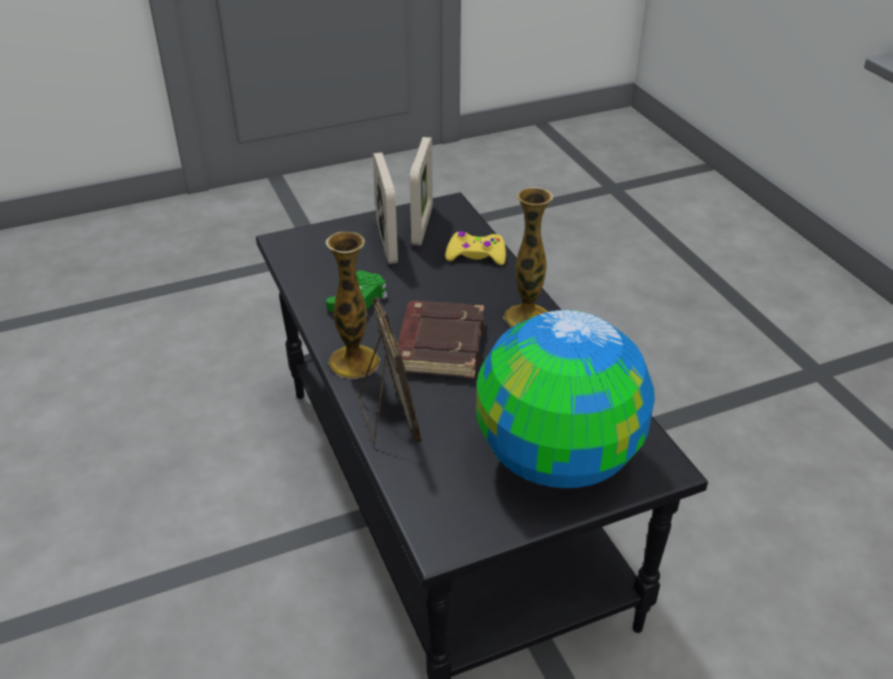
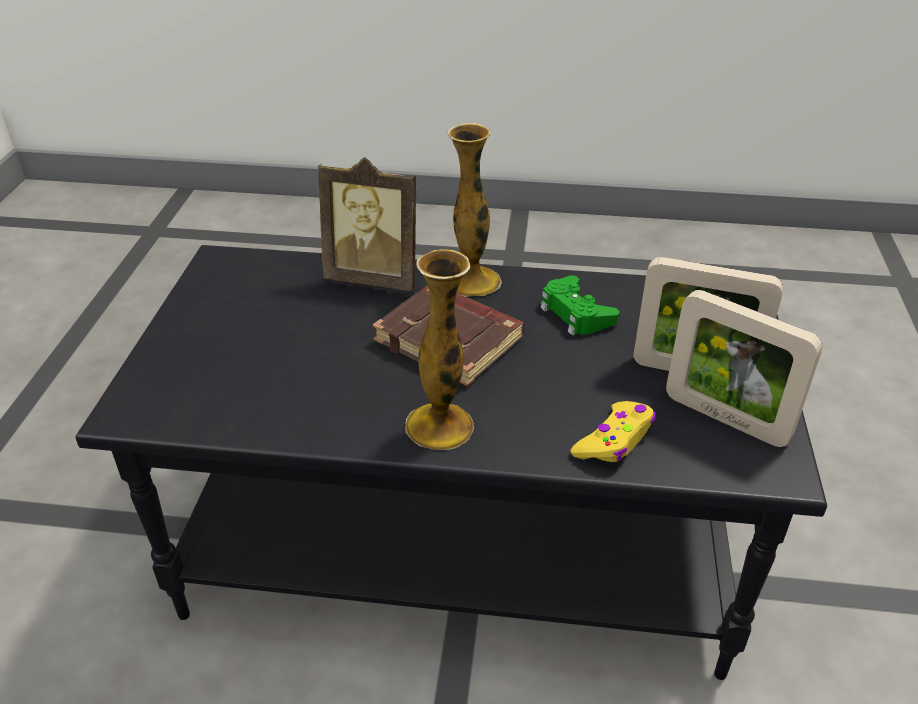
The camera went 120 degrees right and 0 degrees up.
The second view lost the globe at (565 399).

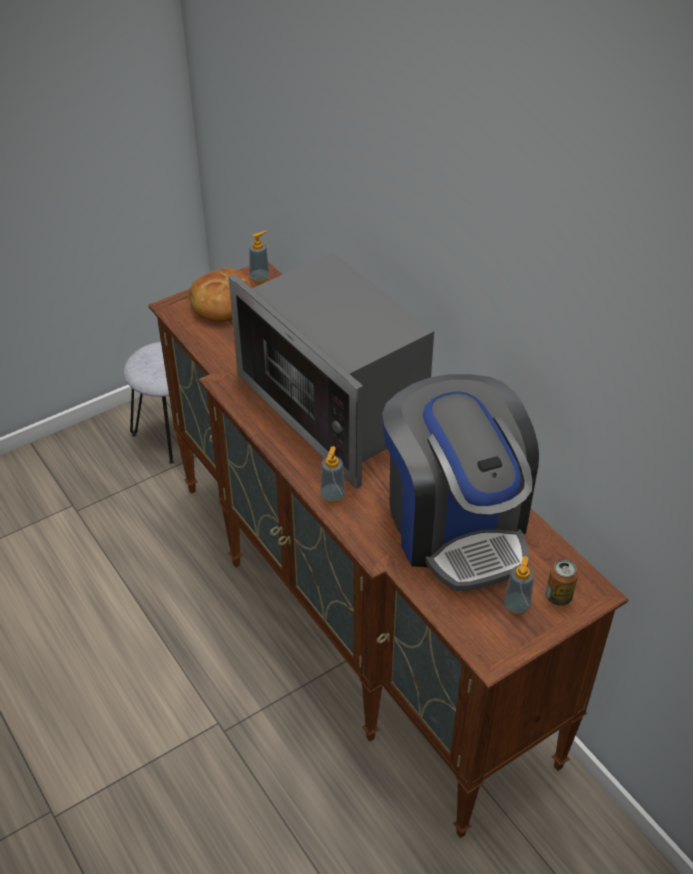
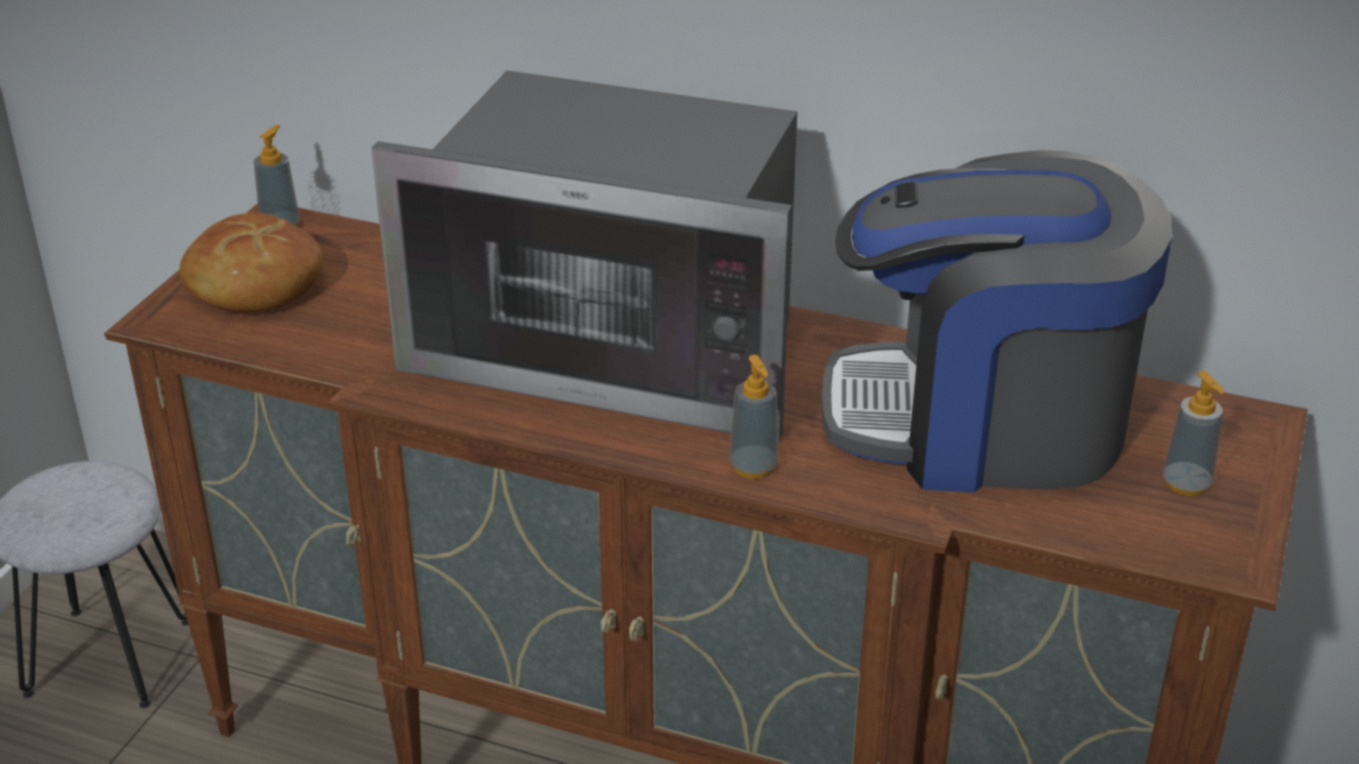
The camera went 35 degrees left and 10 degrees down.
The coffee machine at (460 482) ended up facing another way, 150 degrees clockwise from before.
The second view lost the can at (562 582).

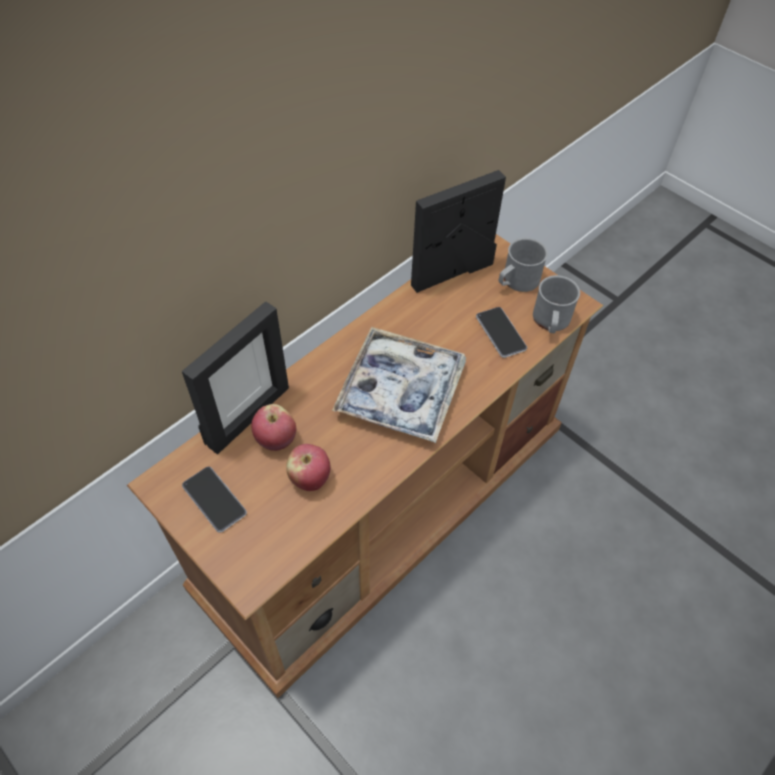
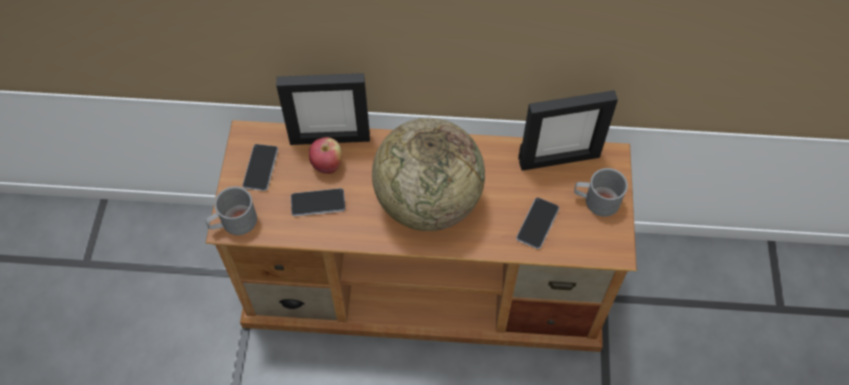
The camera went 50 degrees right and 5 degrees up.
The grey mug ended up elsewhere, having gone from (556 304) to (231 210).
Where the apple stood at (308 467), the phone came to stand at (318 202).
Where the tray stood at (399 385), the globe came to stand at (428 174).
The picture frame at (458 231) ended up facing another way, 150 degrees clockwise from before.

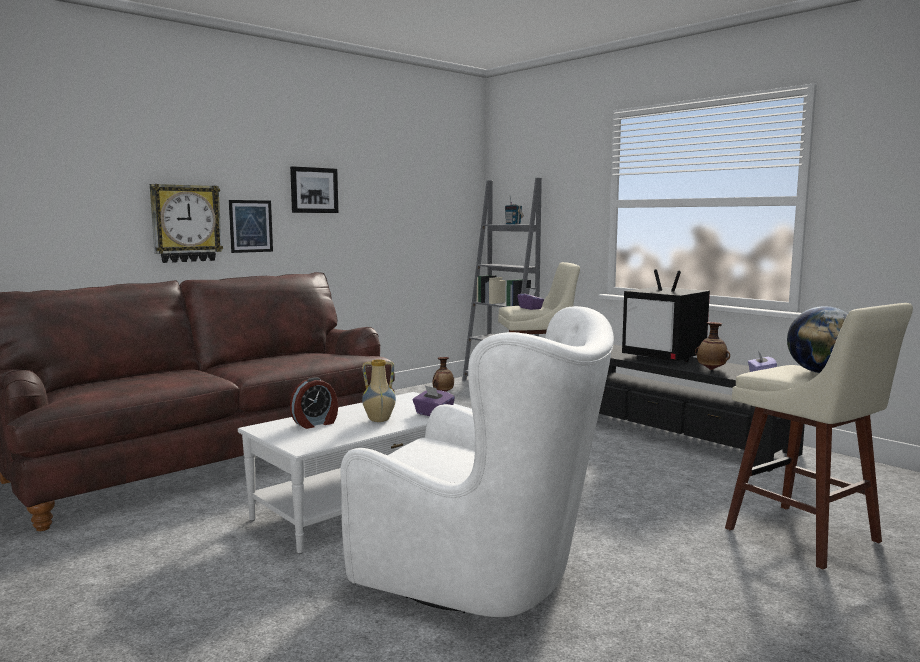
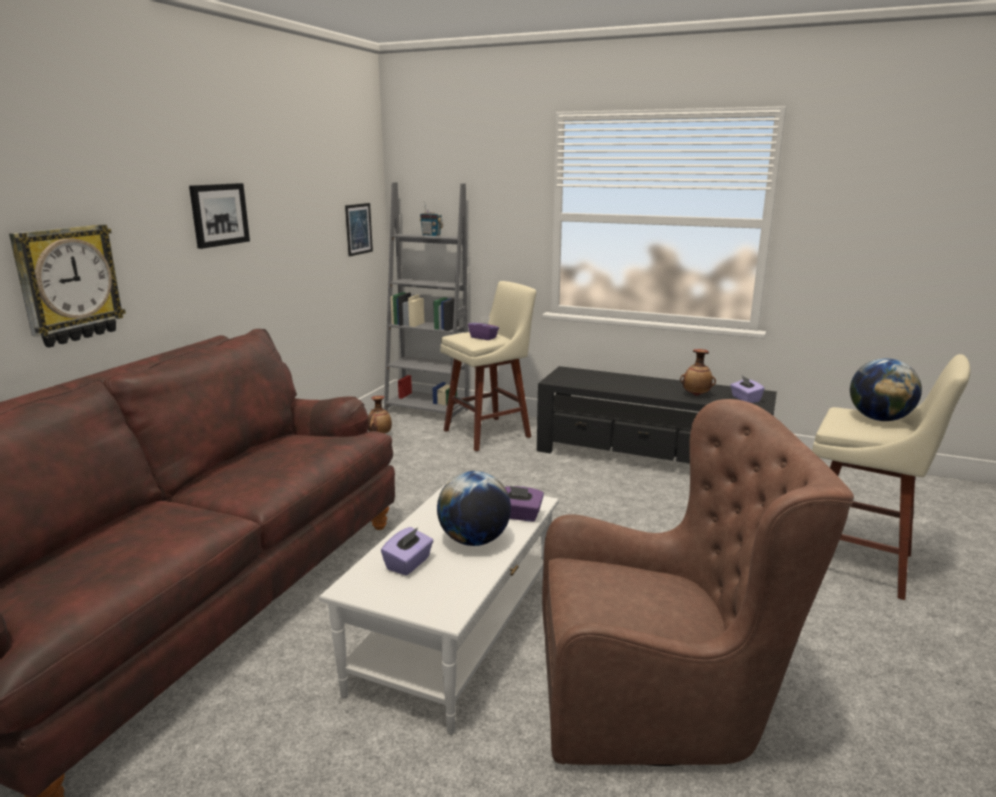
The camera went 25 degrees left and 10 degrees up.
The picture ended up elsewhere, having gone from (251 226) to (359 230).
Where the alarm clock stood at (314 403), the purple tissue box came to stand at (407 551).
Where the vase stood at (379 390), the globe came to stand at (474 508).
What was the white armchair at (477 461) turned into the brown armchair at (698 582).
The second view lost the television at (666 315).

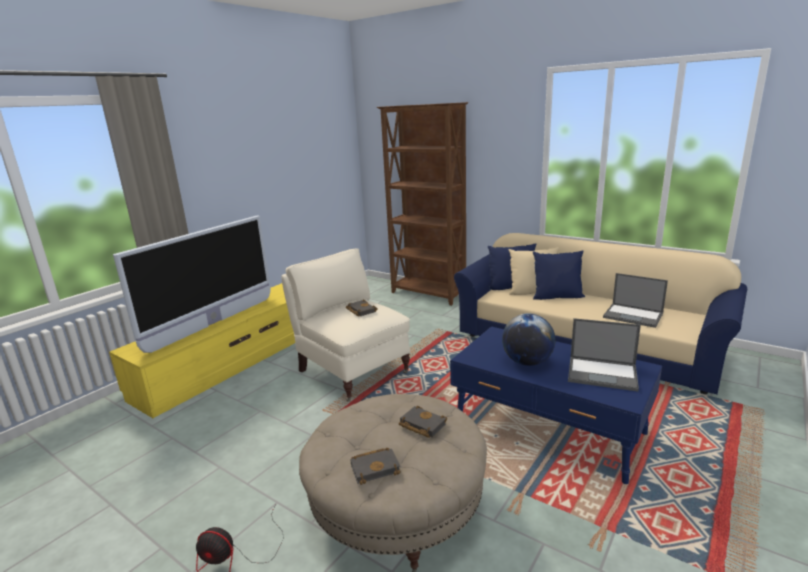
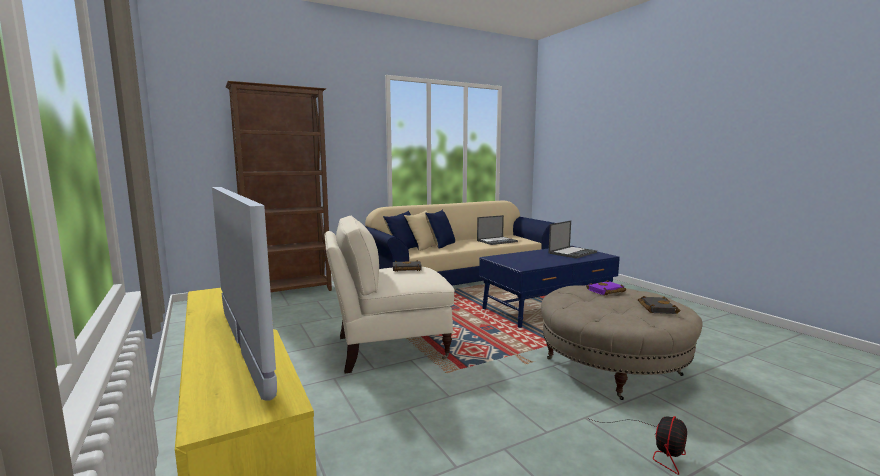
The camera went 65 degrees left and 10 degrees down.
What was the black book at (423 422) turned into the purple book at (606 288).
The second view lost the globe at (528 339).

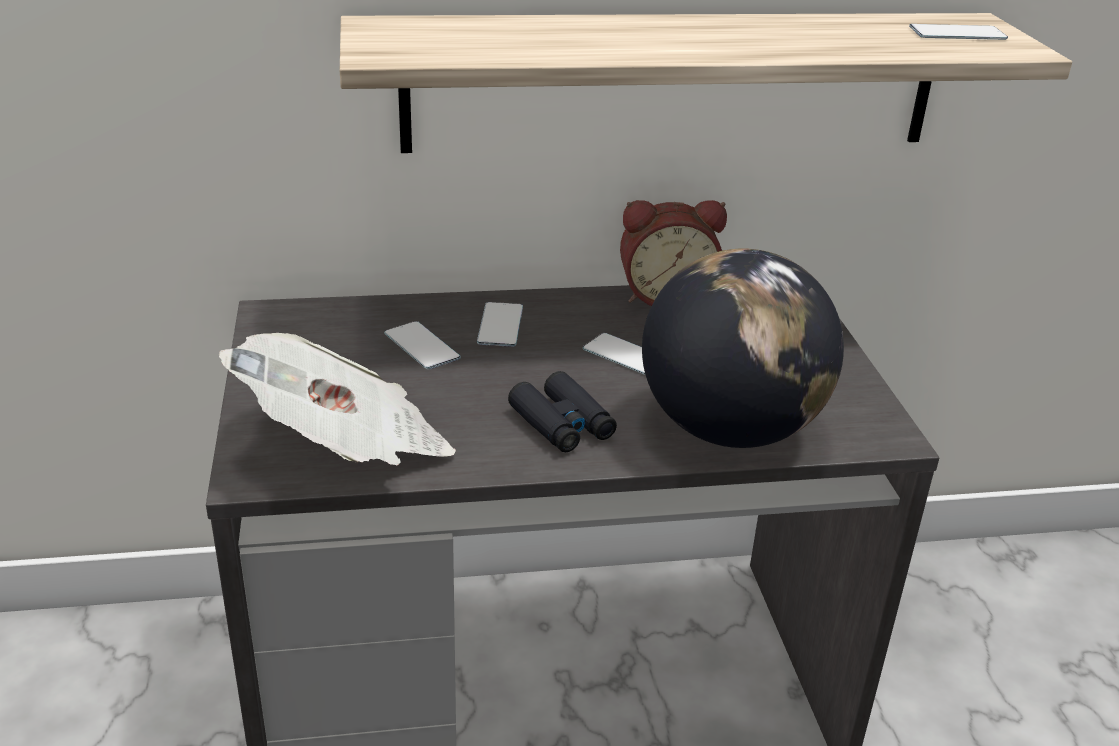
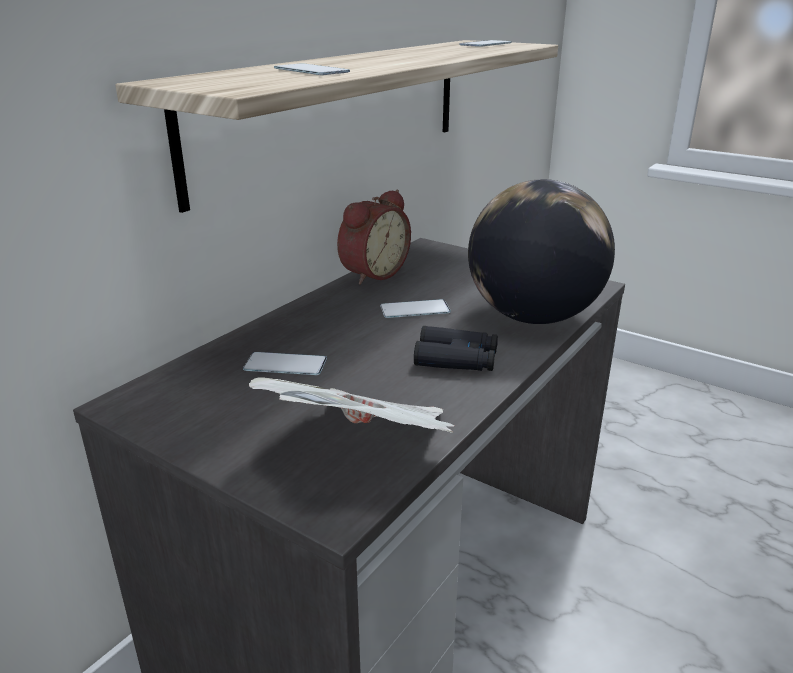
The camera went 45 degrees left and 5 degrees down.
The phone ended up elsewhere, having gone from (500 324) to (312 69).

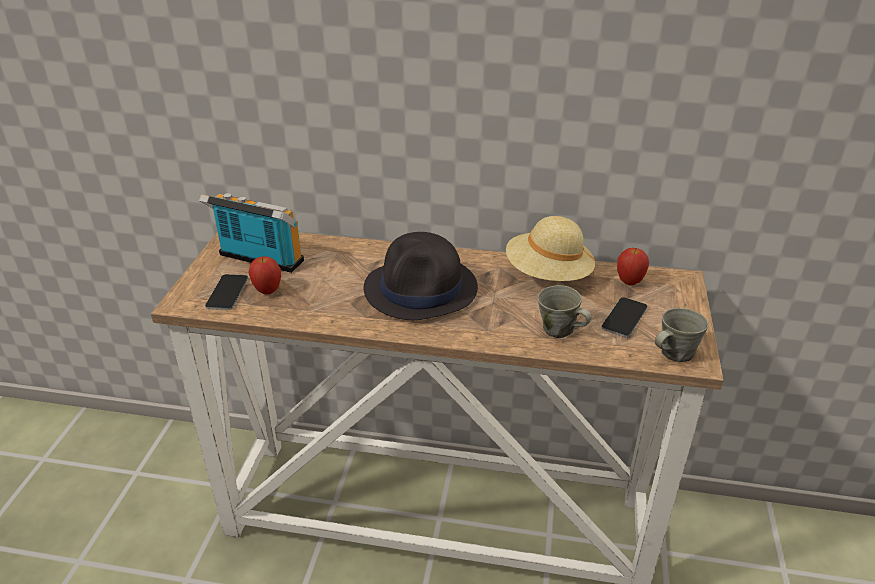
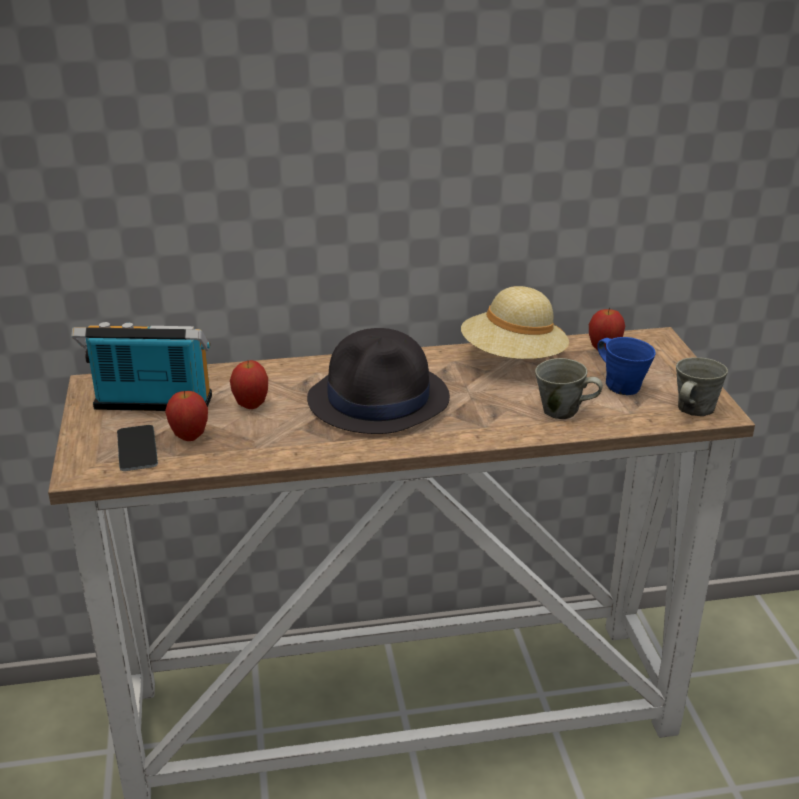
The camera went 20 degrees left and 5 degrees down.
The second view gained the apple at (249 384).
Where the phone stood at (624 317), the blue mug came to stand at (626 366).

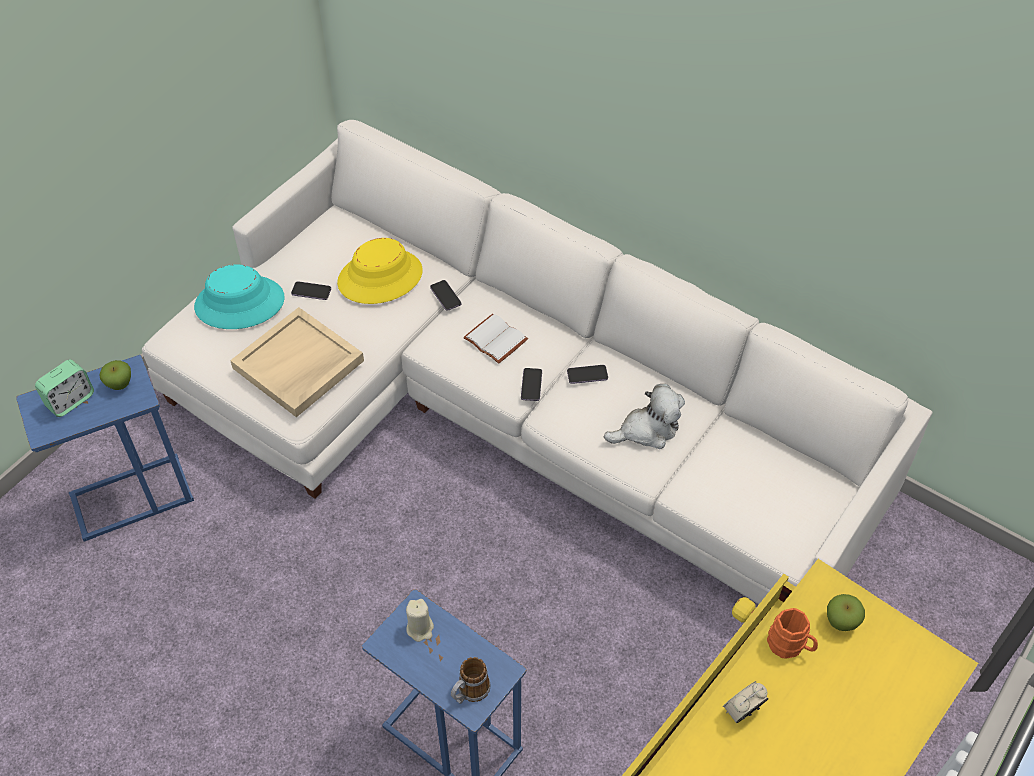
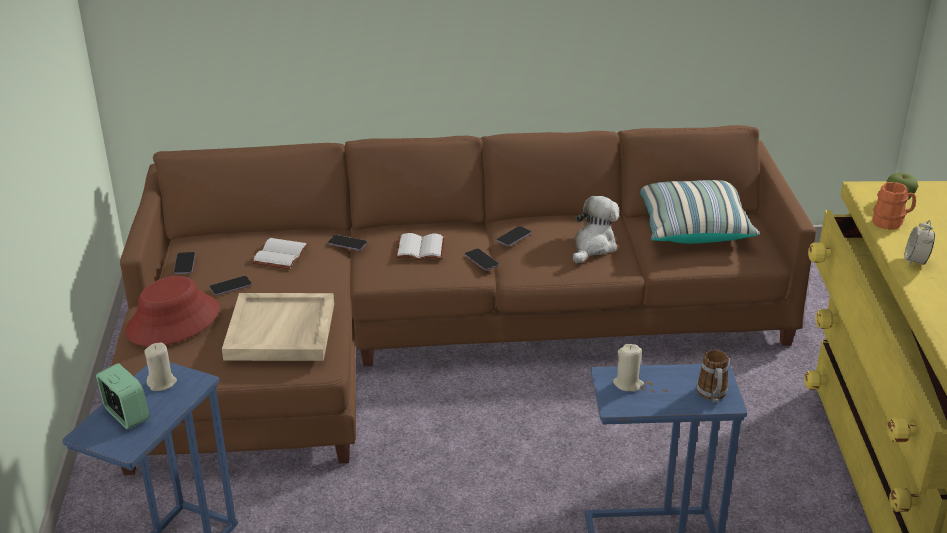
The camera went 40 degrees left and 20 degrees down.
The alarm clock at (64 388) ended up facing another way, 45 degrees counterclockwise from before.
What was the white sofa at (537 362) turned into the brown sofa at (463 300).
What was the turquoise hat at (239 297) turned into the red hat at (172 311).
Where the apple stood at (115 375), the beige candle came to stand at (160 366).
The second view gained the phone at (185 263).
Where the yellow hat stood at (380 271), the white book came to stand at (280 253).
The second view gained the pillow at (700 212).

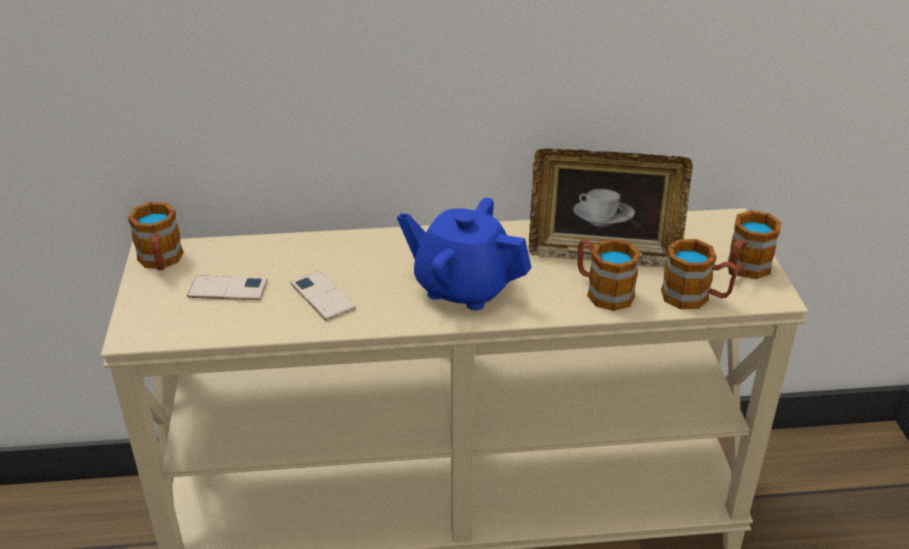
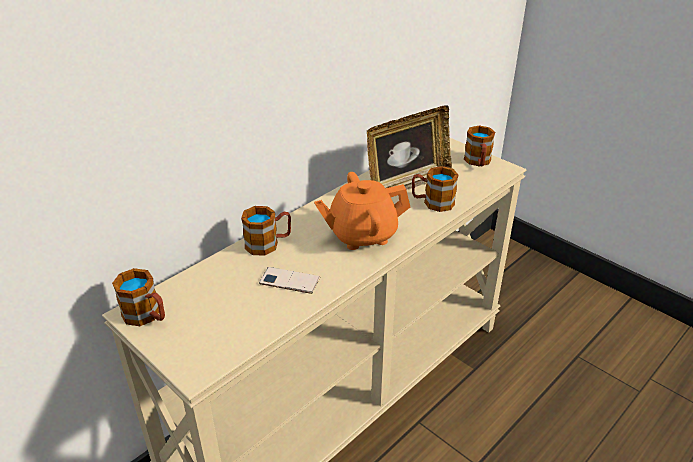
The camera went 40 degrees left and 0 degrees up.
The mug ended up elsewhere, having gone from (699 274) to (266 231).
What was the blue teapot at (464 254) turned into the orange teapot at (362 211).
The second view lost the phone at (227 287).

